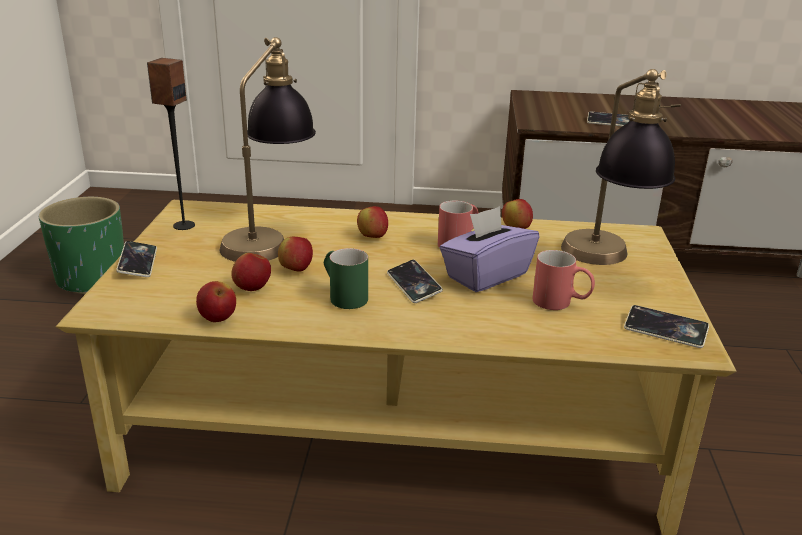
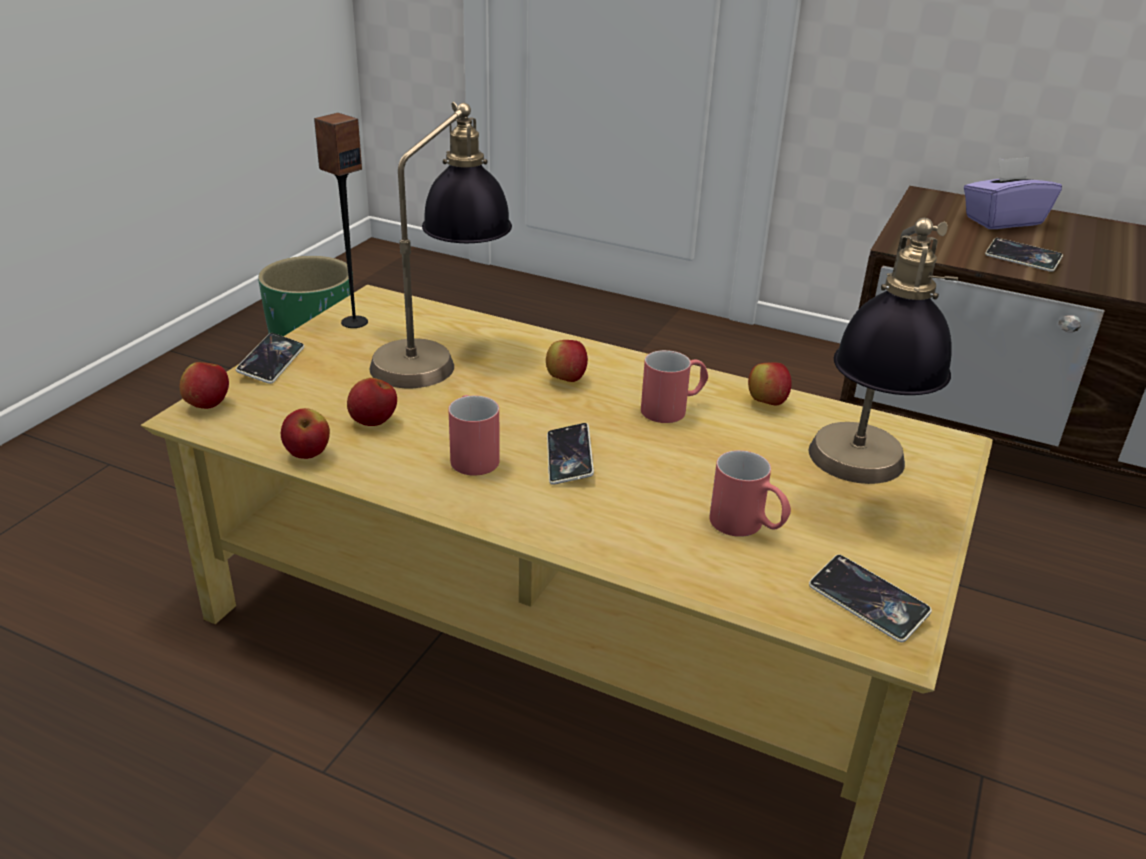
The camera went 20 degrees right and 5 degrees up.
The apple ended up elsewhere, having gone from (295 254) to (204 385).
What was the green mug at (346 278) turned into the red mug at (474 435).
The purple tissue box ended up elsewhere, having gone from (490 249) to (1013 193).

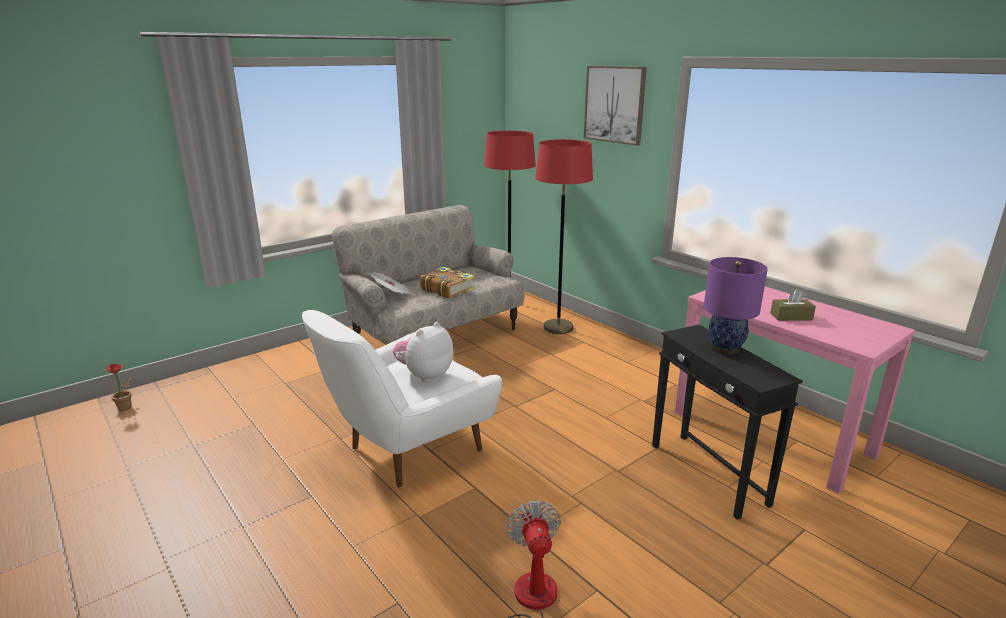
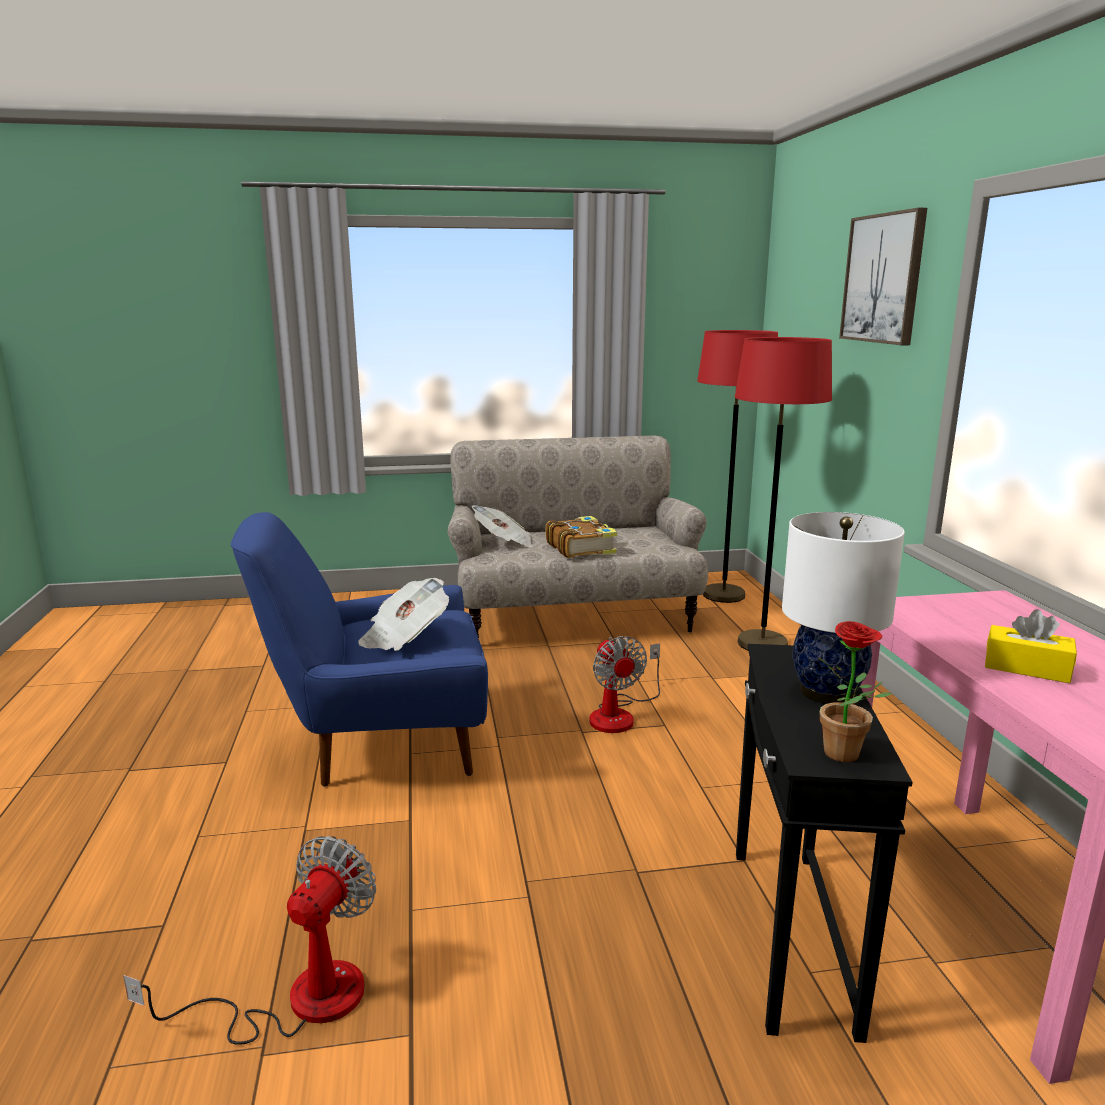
The camera went 30 degrees right and 5 degrees down.
What was the white armchair at (402 399) turned into the blue armchair at (359 649).
Where the plush toy stood at (423 352), the newspaper came to stand at (403 614).
The second view gained the fan at (624 684).
What was the purple table lamp at (736 306) turned into the white table lamp at (843 608).
The potted plant ended up elsewhere, having gone from (118 387) to (855 691).
What was the brown tissue box at (793 305) turned into the yellow tissue box at (1031 646).

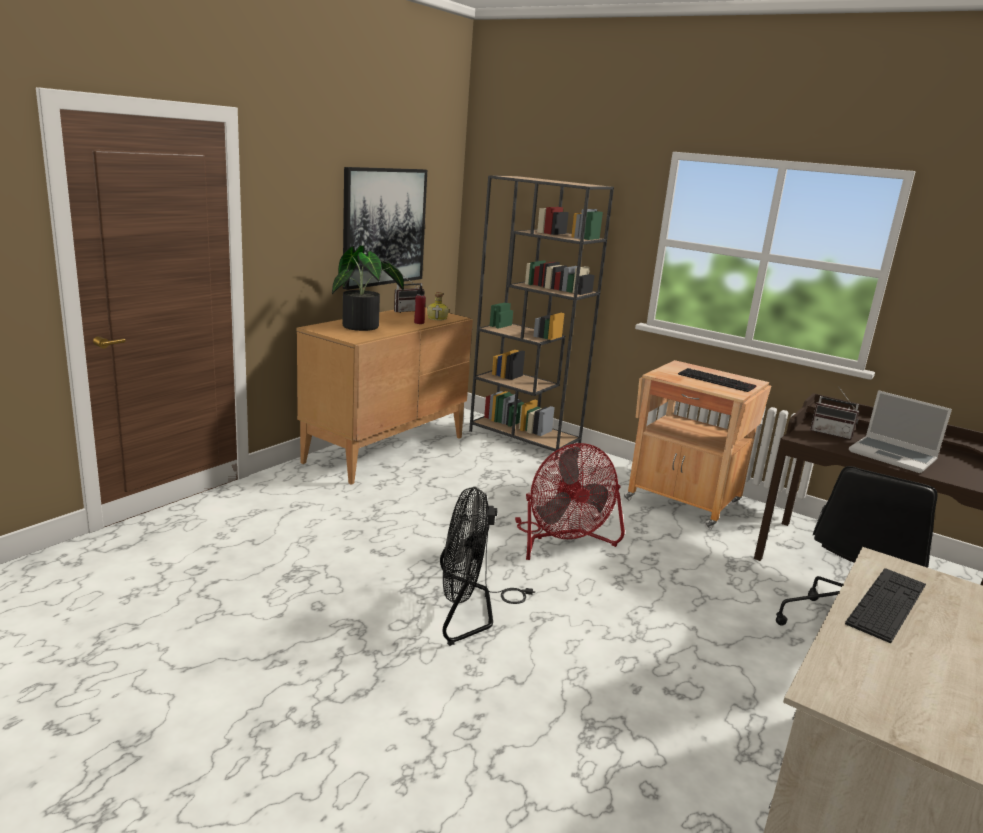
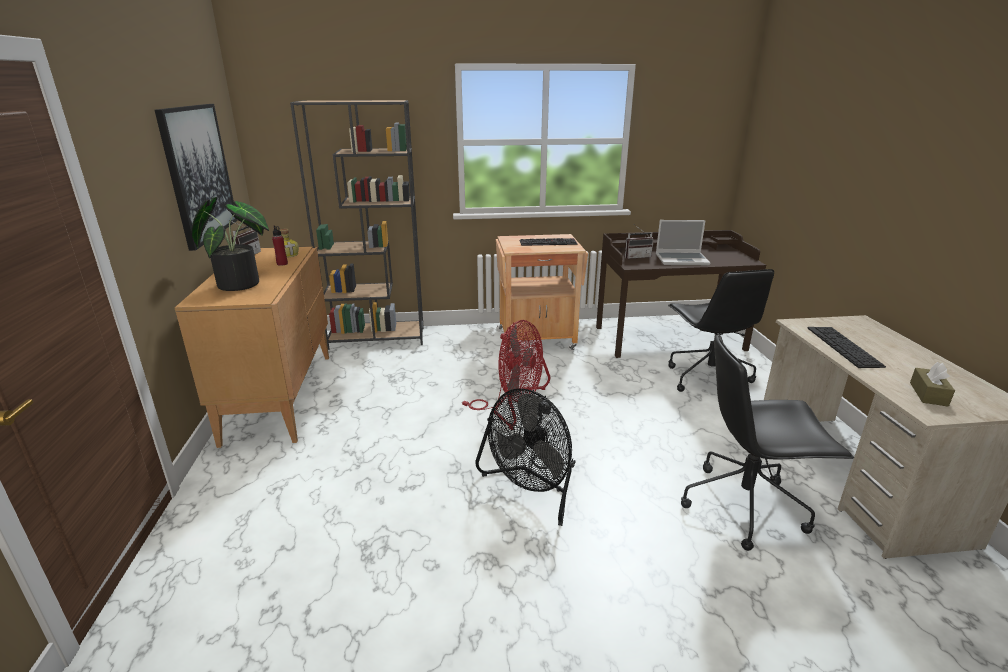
The camera went 40 degrees left and 5 degrees up.
The second view gained the black office chair at (767 442).
The second view gained the brown tissue box at (932 384).

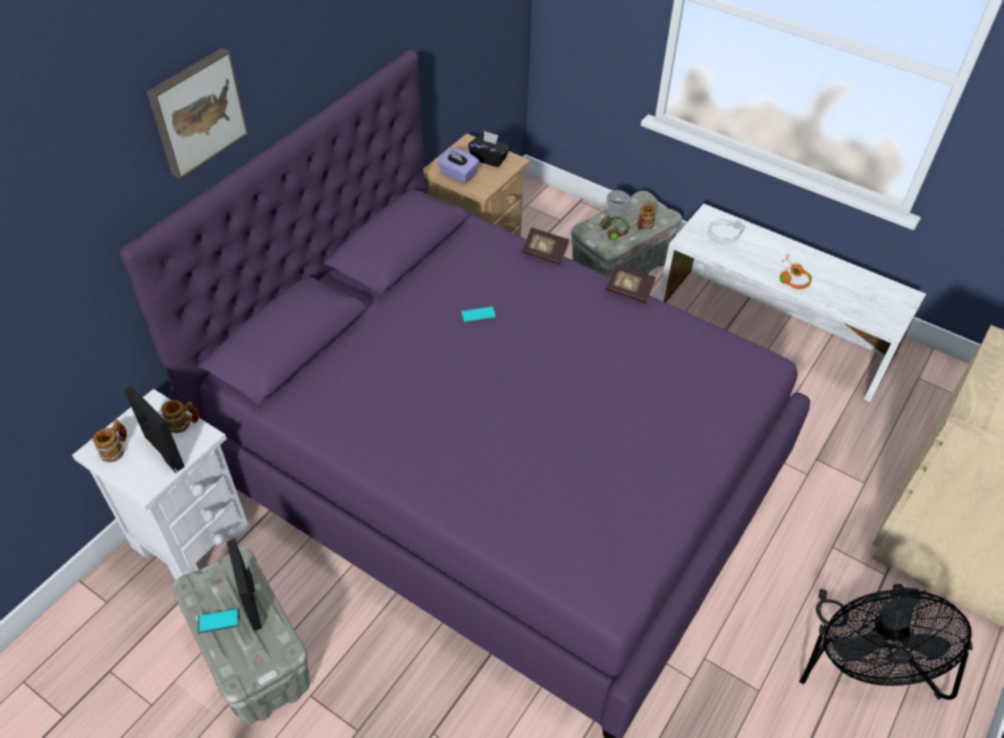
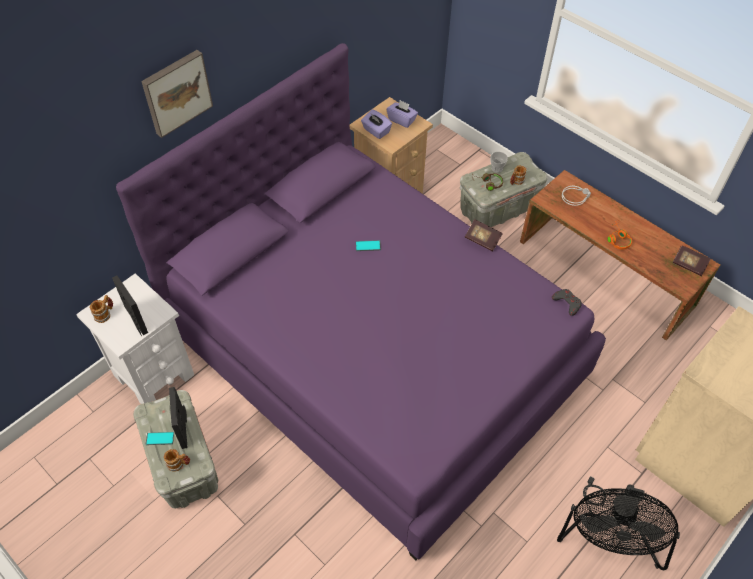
The camera went 10 degrees right and 5 degrees up.
The mug ended up elsewhere, having gone from (180 416) to (177 460).
What was the black tissue box at (489 149) turned into the purple tissue box at (402 114).
What was the white bench at (792 303) turned into the brown bench at (620 255).
The second view gained the grey game controller at (567 302).
The book ended up elsewhere, having gone from (545 246) to (692 260).

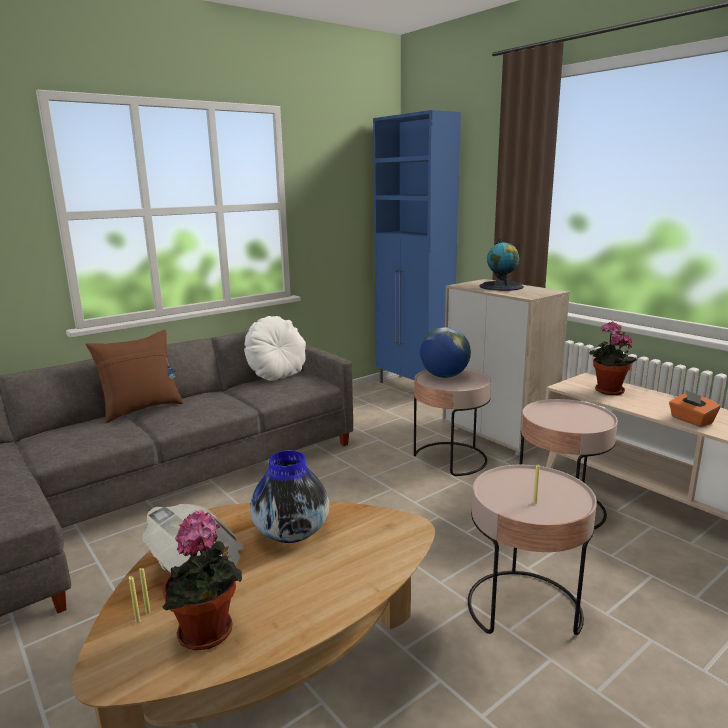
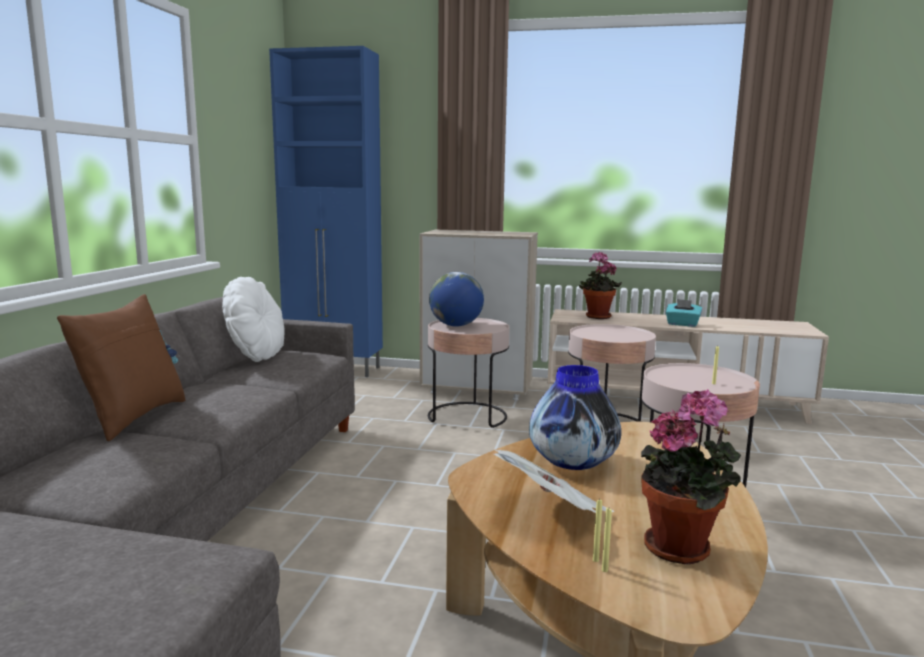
The camera went 40 degrees left and 5 degrees down.
What was the orange tissue box at (694 408) turned into the turquoise tissue box at (684 313).
The second view lost the globe at (501 264).

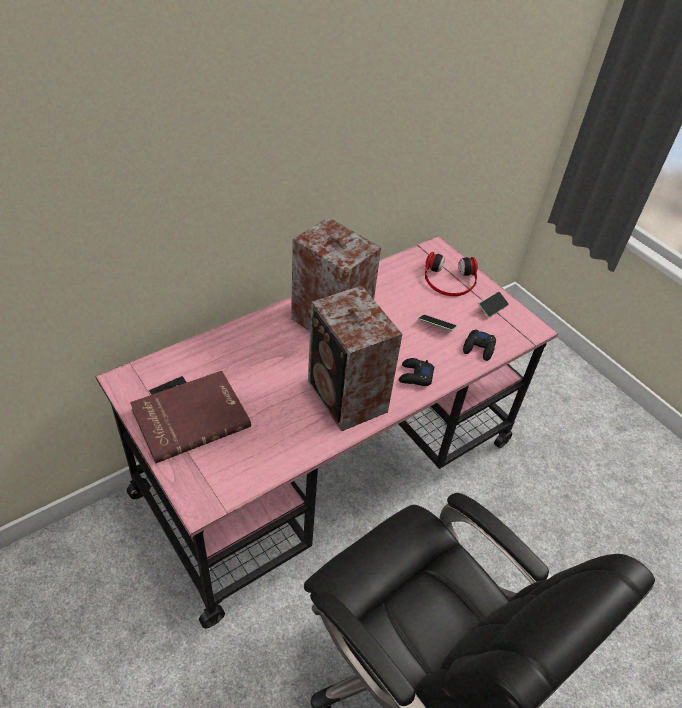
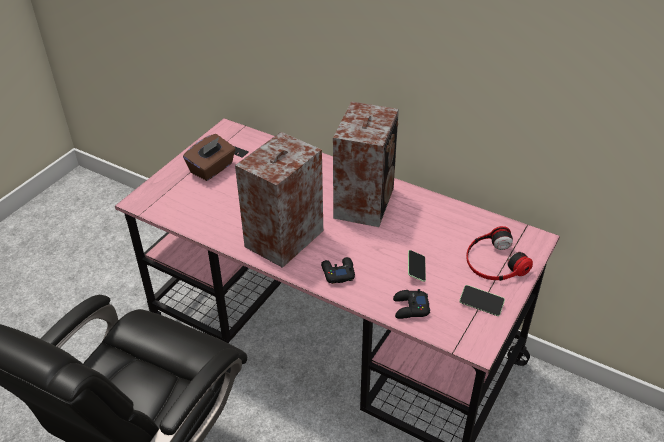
The camera went 70 degrees right and 5 degrees down.
Where the red book stood at (190 417), the brown tissue box came to stand at (209 157).

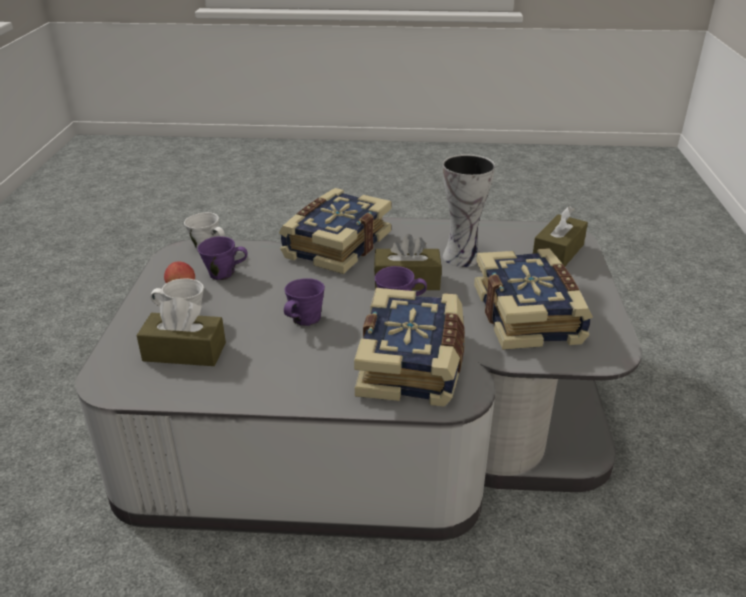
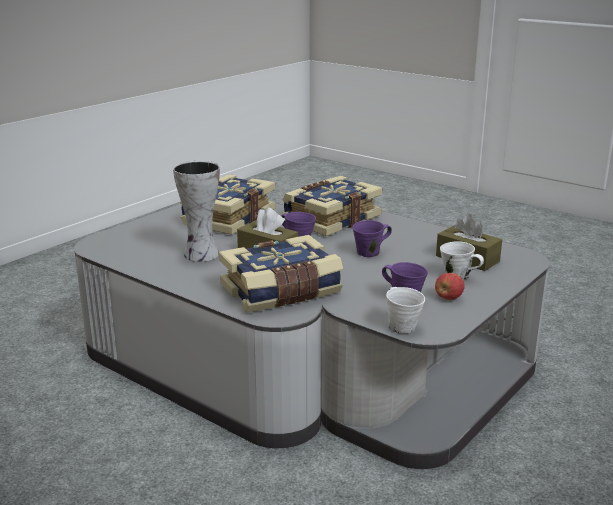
The camera went 145 degrees left and 10 degrees down.
The second view lost the brown tissue box at (560 236).

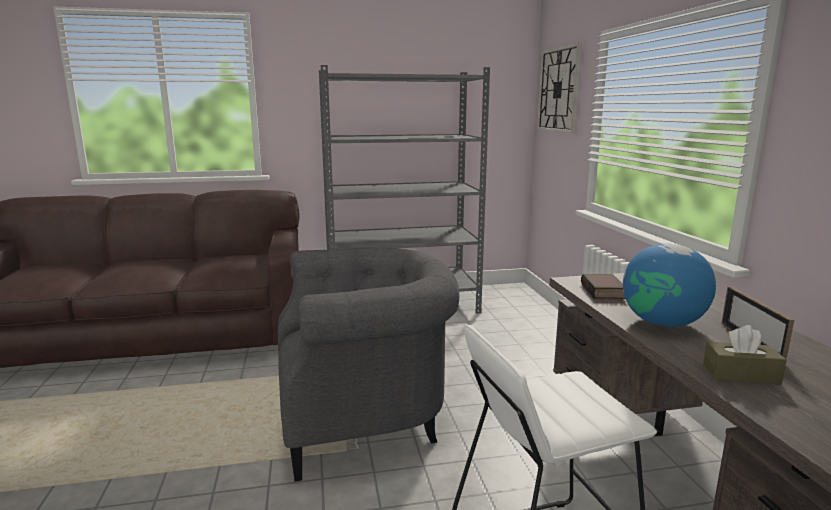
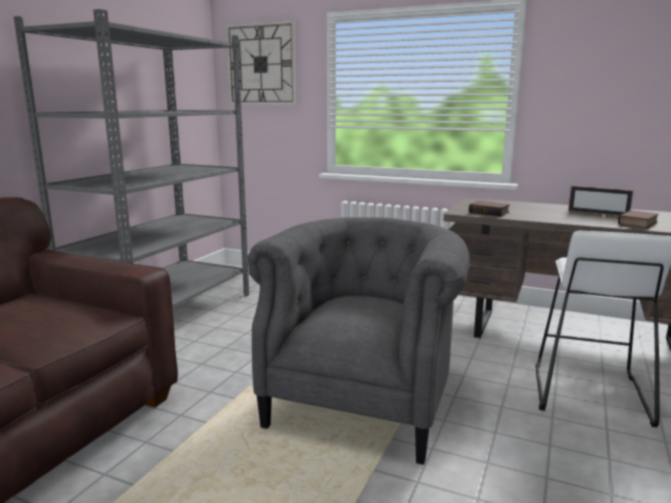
The camera went 55 degrees left and 0 degrees up.
Where the brown tissue box stood at (745 355), the book came to stand at (638 219).
The second view lost the globe at (669 285).

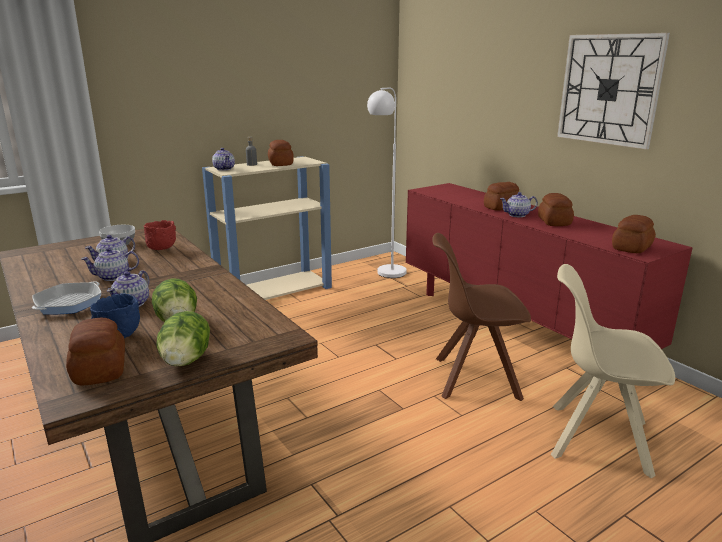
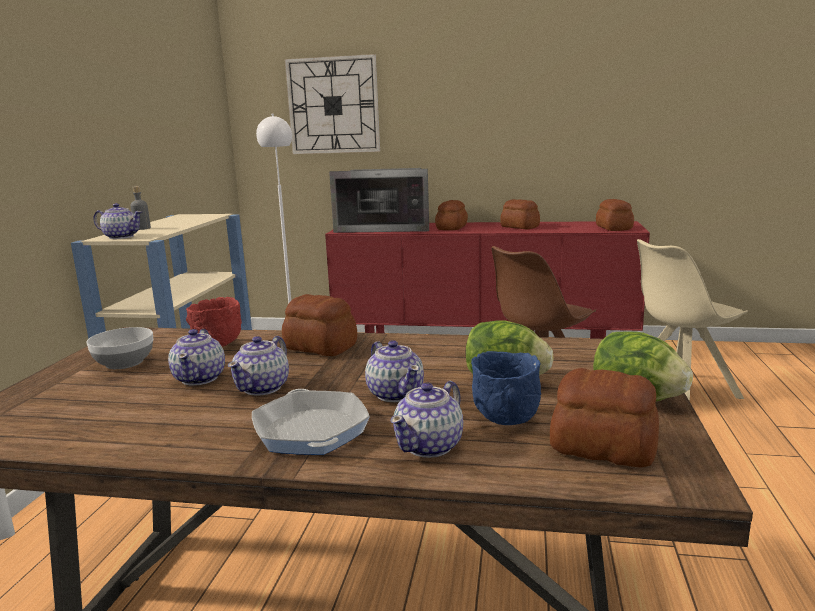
The camera went 45 degrees left and 5 degrees down.
The bread ended up elsewhere, having gone from (281 153) to (319 325).
The wall clock ended up elsewhere, having gone from (613 91) to (332 104).
The second view gained the microwave at (379 200).
The teapot ended up elsewhere, having gone from (519 204) to (426 419).

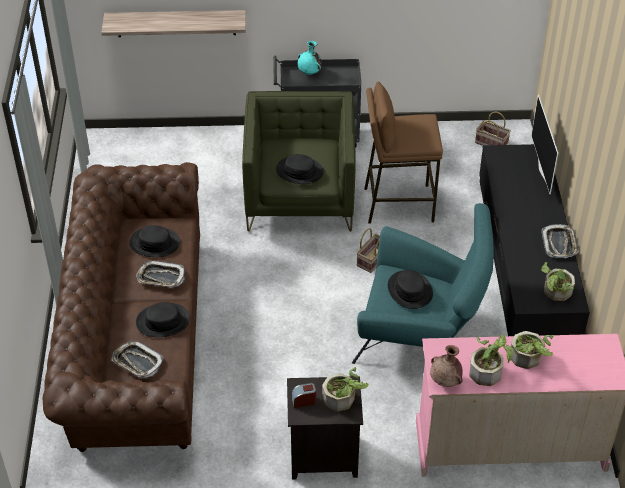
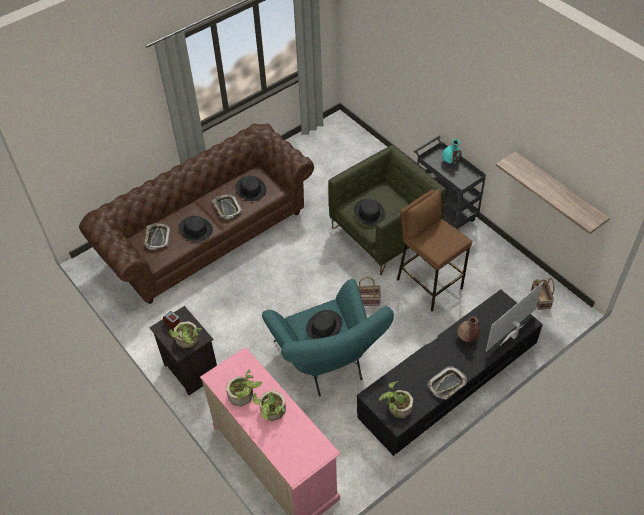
The camera went 55 degrees right and 5 degrees up.
The brown vase ended up elsewhere, having gone from (446 366) to (468 329).
The shelf ended up elsewhere, having gone from (173 23) to (553 192).

